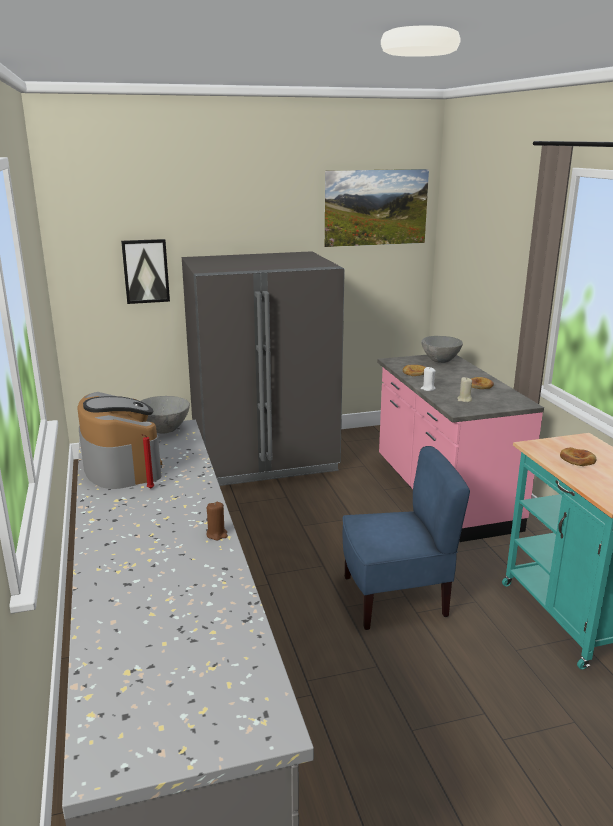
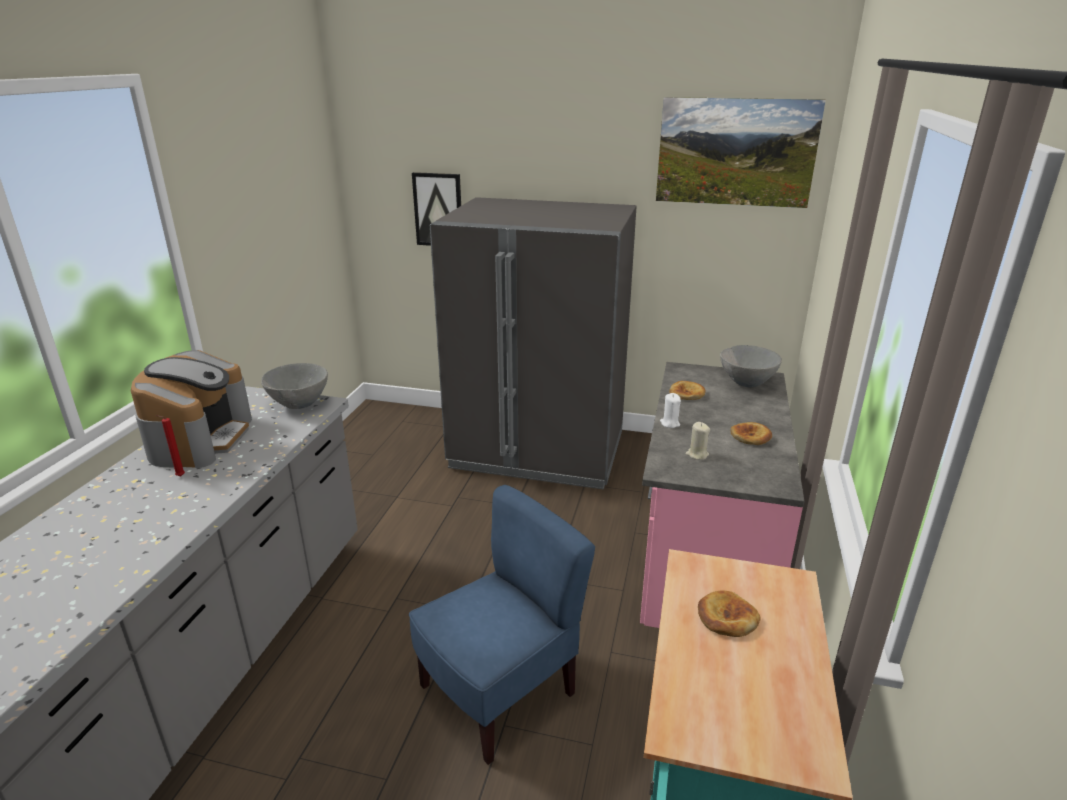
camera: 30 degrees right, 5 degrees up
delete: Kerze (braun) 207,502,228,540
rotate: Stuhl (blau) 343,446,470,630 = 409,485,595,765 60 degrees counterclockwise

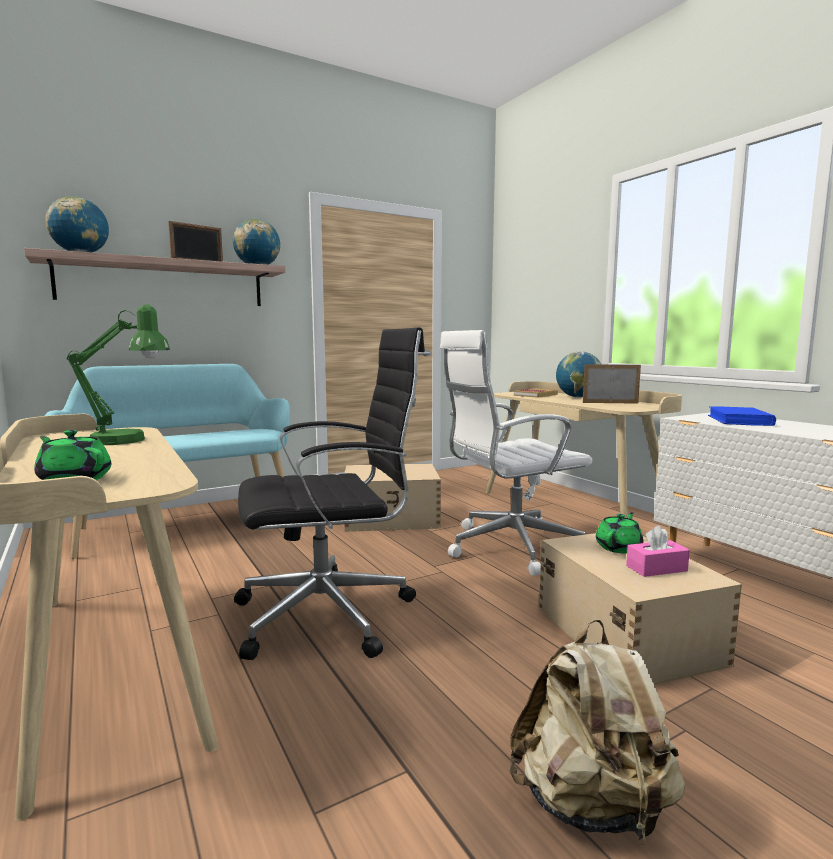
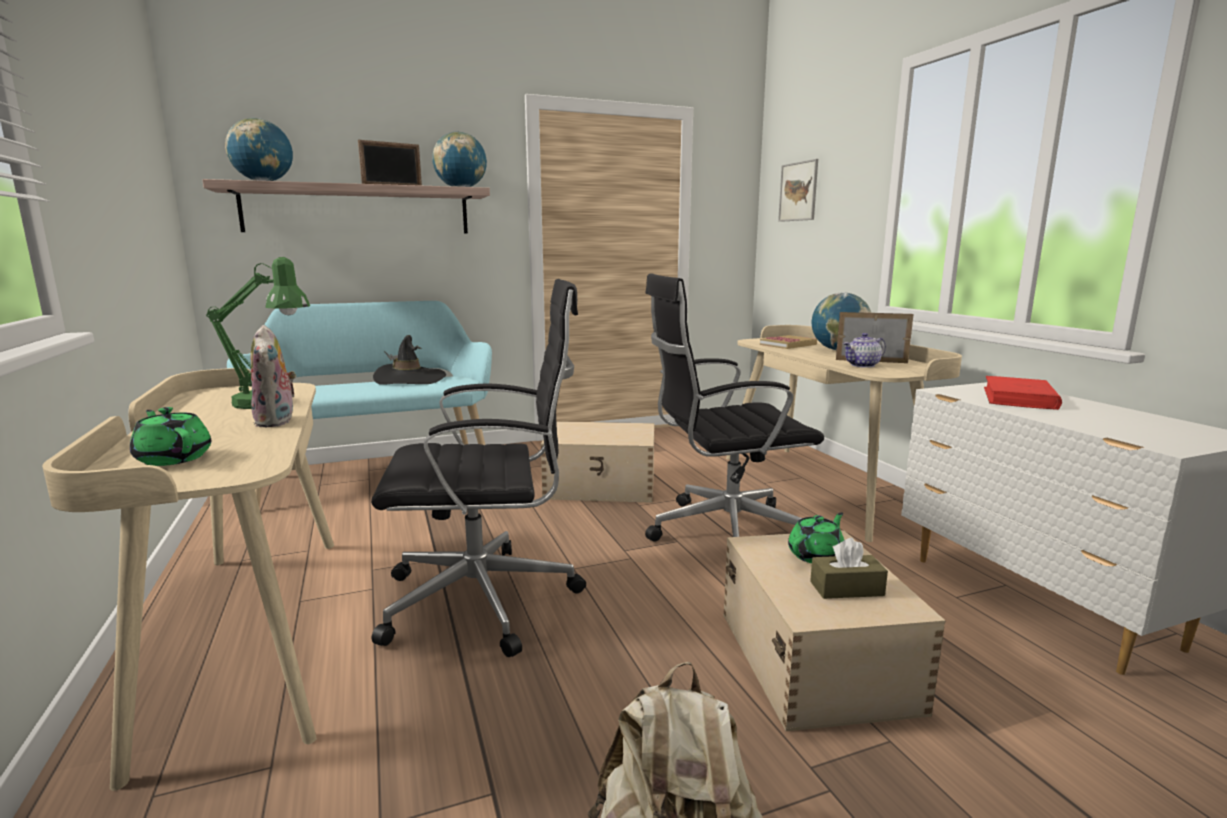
camera: 10 degrees right, 5 degrees up
insert: Plüschtier 250,325,297,427; Hut (schwarz) 373,335,446,385; Bild 778,159,818,222; Teekanne 843,333,886,368
recolor: Bürostuhl (weiß) 440,330,592,576 to Bürostuhl (schwarz) 645,273,824,542; Taschentuchbox (rosa) 626,525,690,577 to Taschentuchbox (braun) 810,538,888,599; Buch (blau) 708,406,776,426 to Buch (rot) 984,376,1062,410

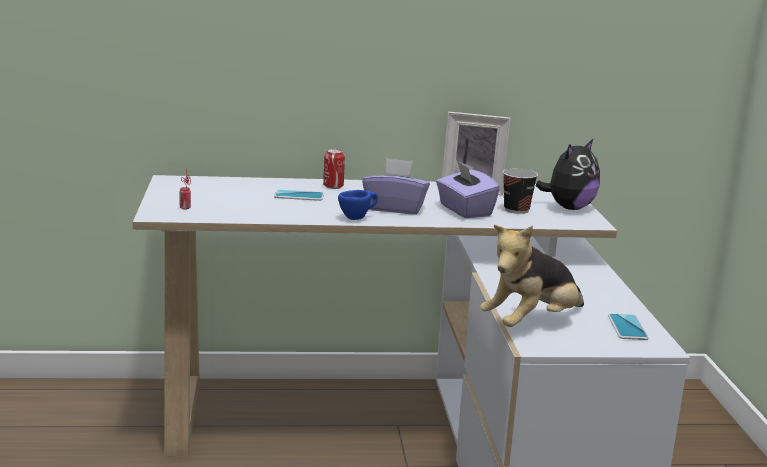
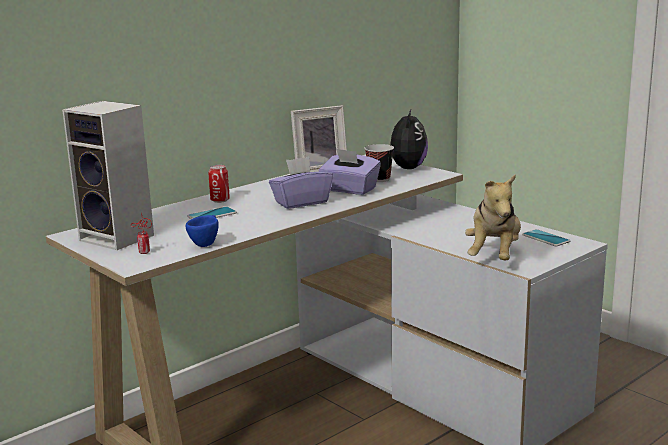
camera: 35 degrees left, 0 degrees up
insert: Lautsprecher 62,101,154,250
move: Tasse (blau) 338,190,378,220 to 186,215,219,247

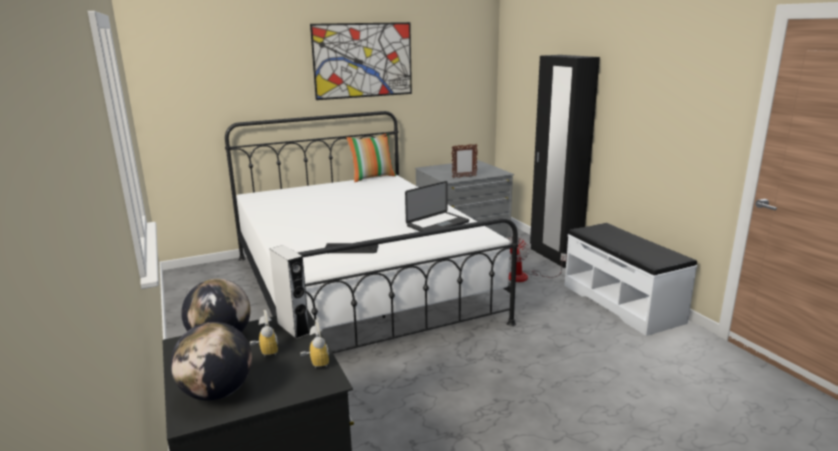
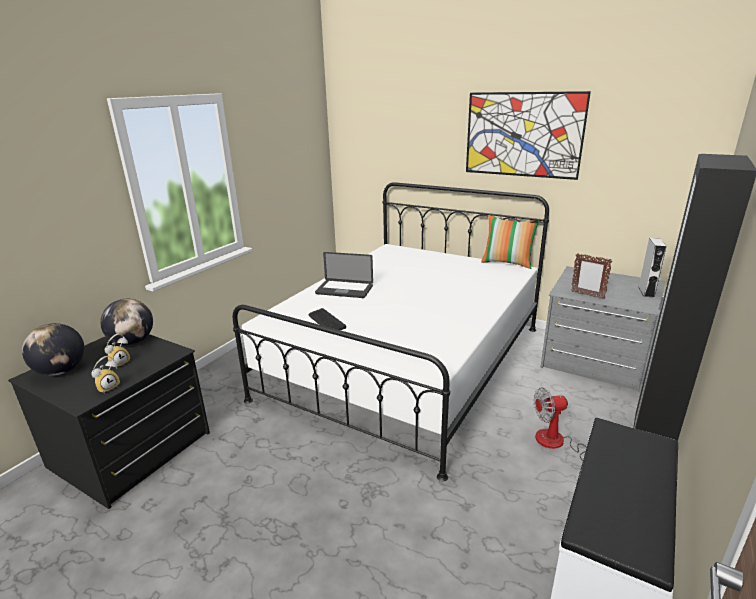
camera: 55 degrees right, 5 degrees up
move: Lautsprecher (grau) 269,245,310,339 to 638,238,667,298; Laptop 405,181,469,232 to 315,252,373,298

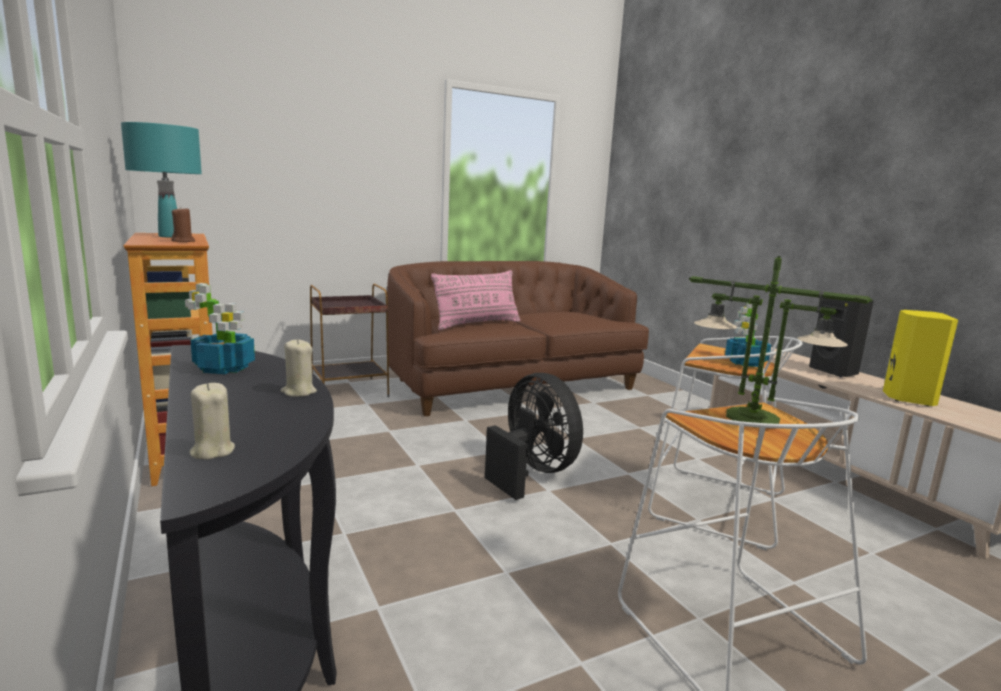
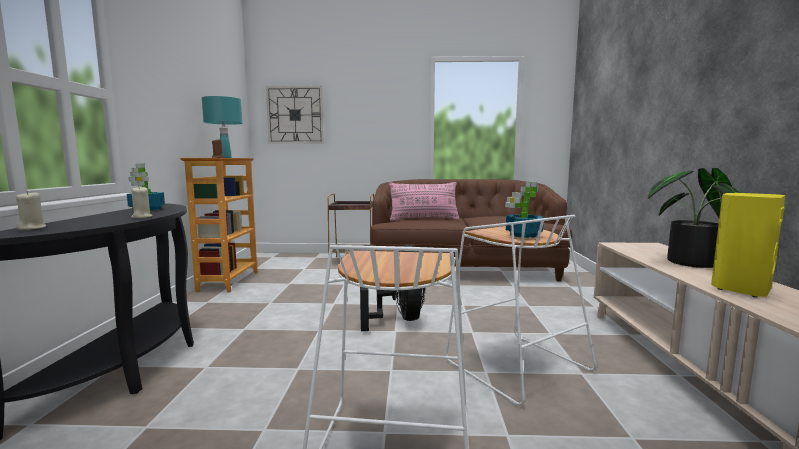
camera: 30 degrees right, 5 degrees down
delete: Tischlampe 689,256,873,428
insert: Wanduhr 266,86,324,144
replace: Lautsprecher (schwarz) 809,298,874,377 to Topfpflanze 648,168,740,268

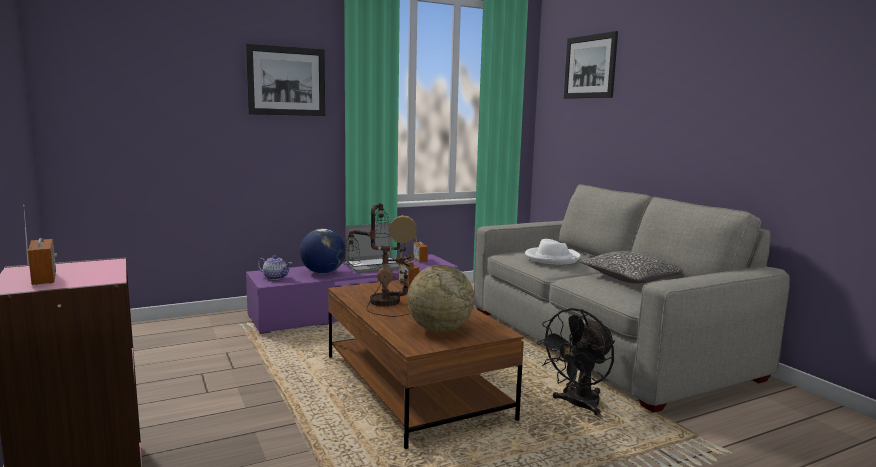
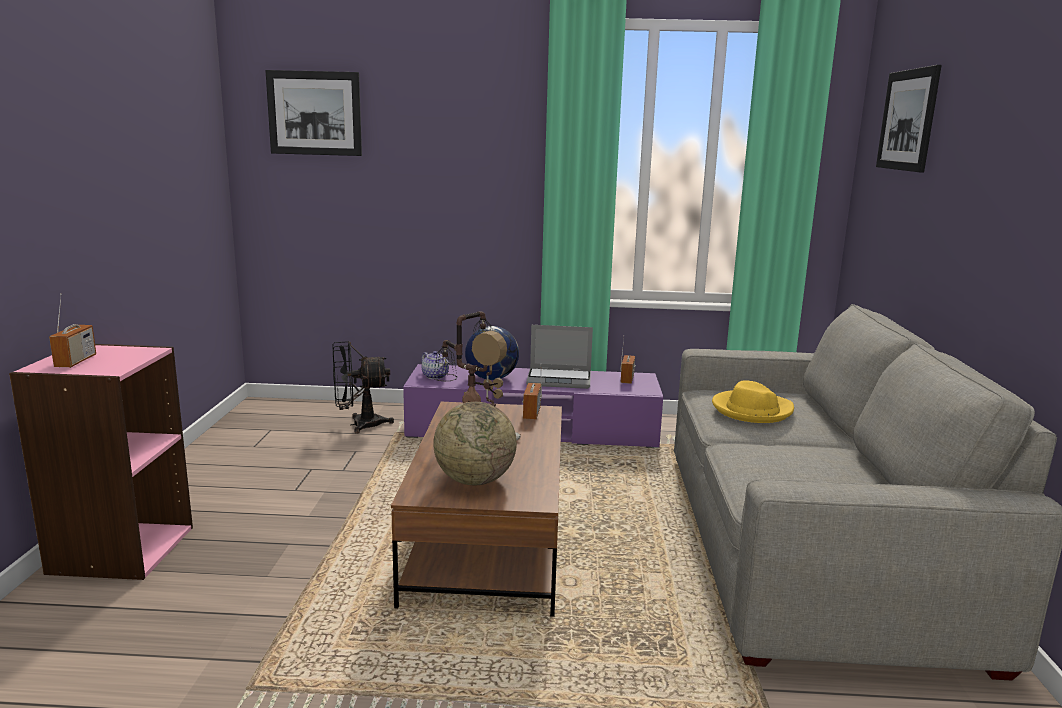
camera: 30 degrees right, 5 degrees up
delete: Kissen 579,251,683,283
move: Bild 246,44,325,116 to 265,70,362,156; Ventilator (schwarz) 536,308,615,416 to 332,341,394,434
recolor: Hut (weiß) 525,239,581,264 to Hut (gelb) 712,380,794,423

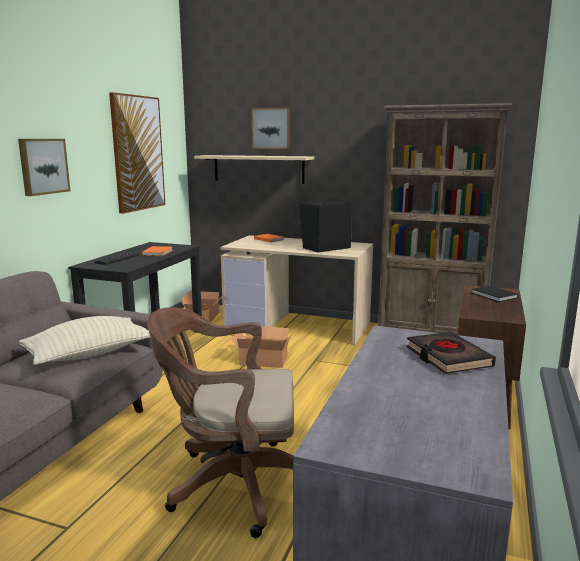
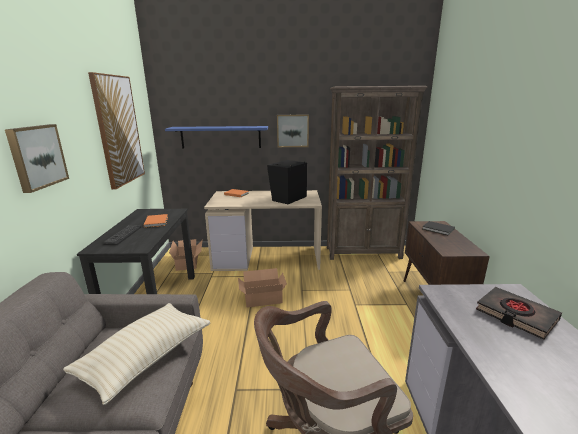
camera: 20 degrees left, 5 degrees up
move: Bild 252,108,290,149 to 277,115,309,147
recolor: Wandregal (beige) 194,155,314,184 to Wandregal (blau) 165,126,268,149

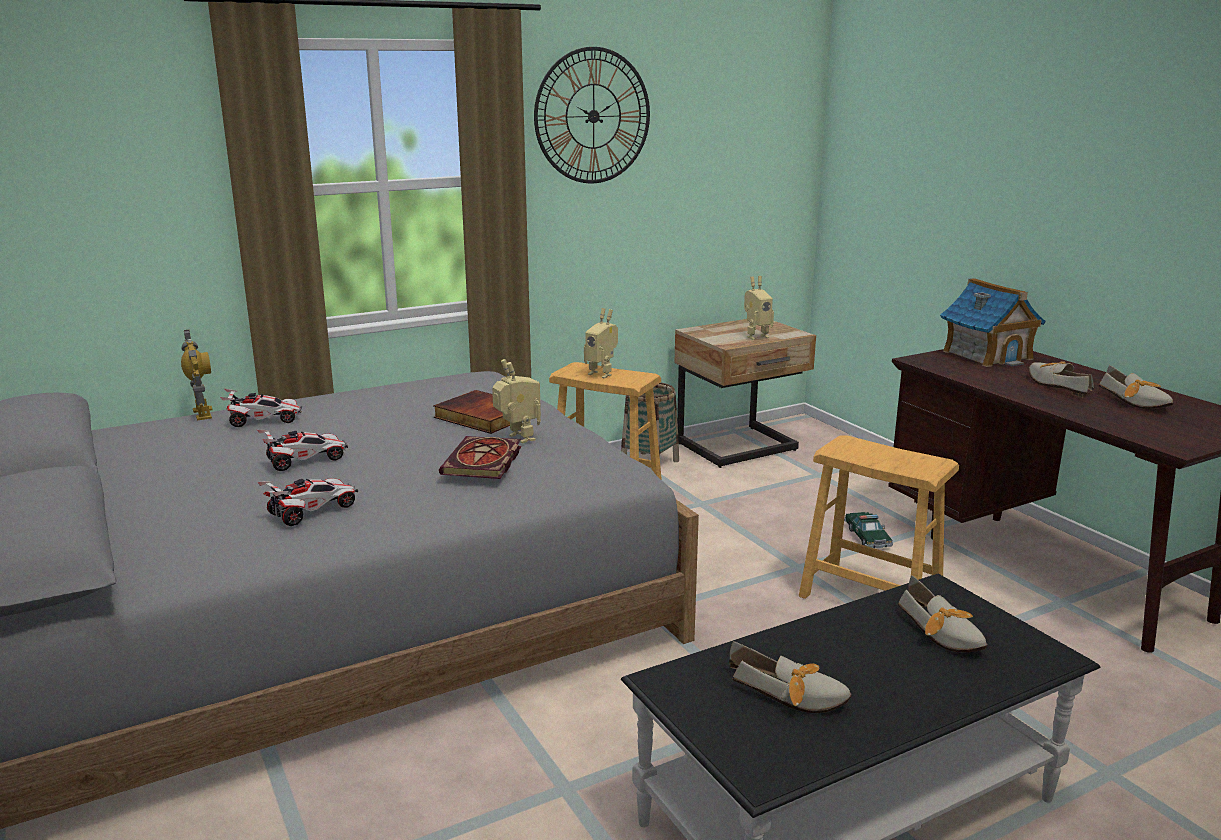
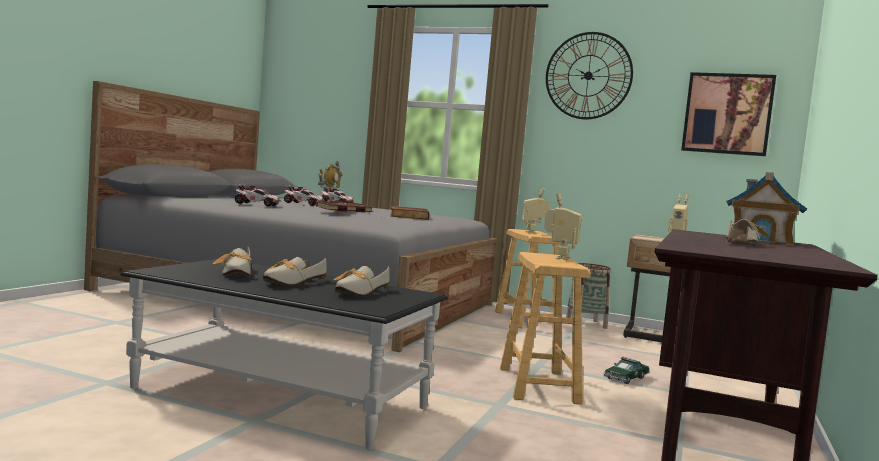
camera: 50 degrees right, 15 degrees down
insert: Bild 681,72,776,156
move: Spielzeugroboter 492,359,541,443 to 544,193,582,261; Schuh 1099,365,1174,409 to 263,257,327,287

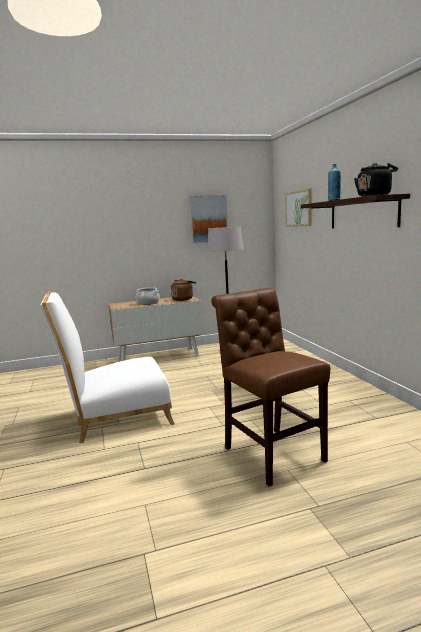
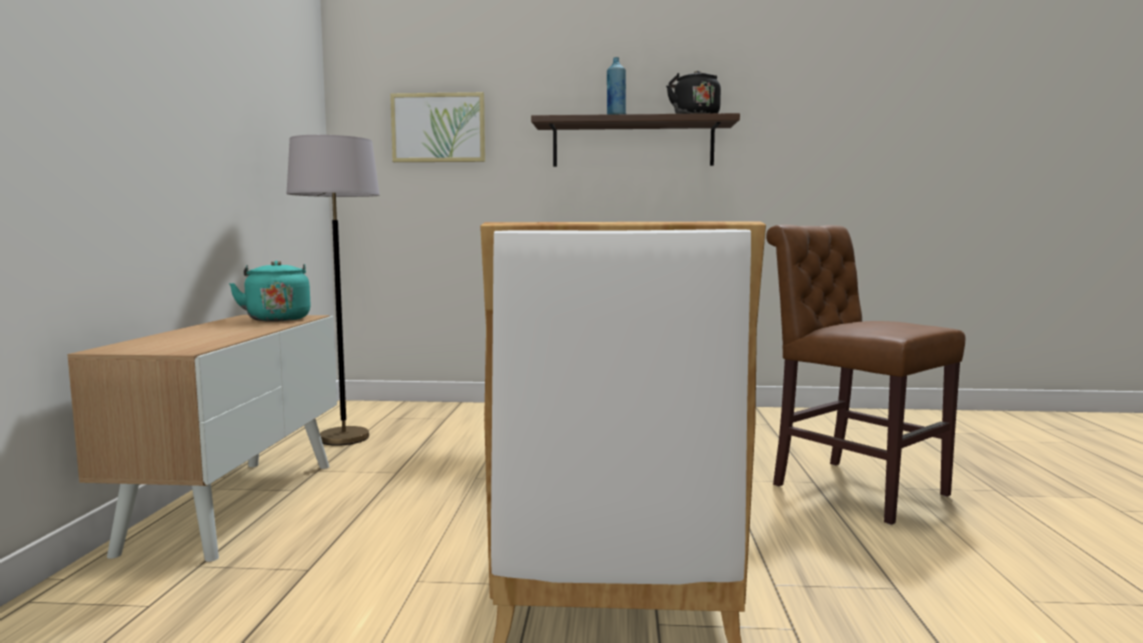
camera: 70 degrees left, 5 degrees down
delete: Kochtopf 136,288,160,305; Bild 189,195,228,244
recolor: Wasserkessel (braun) 171,279,196,301 to Wasserkessel (türkis) 229,261,311,322
rotate: Stuhl (braun) 211,288,330,486 = 766,225,965,525 60 degrees clockwise

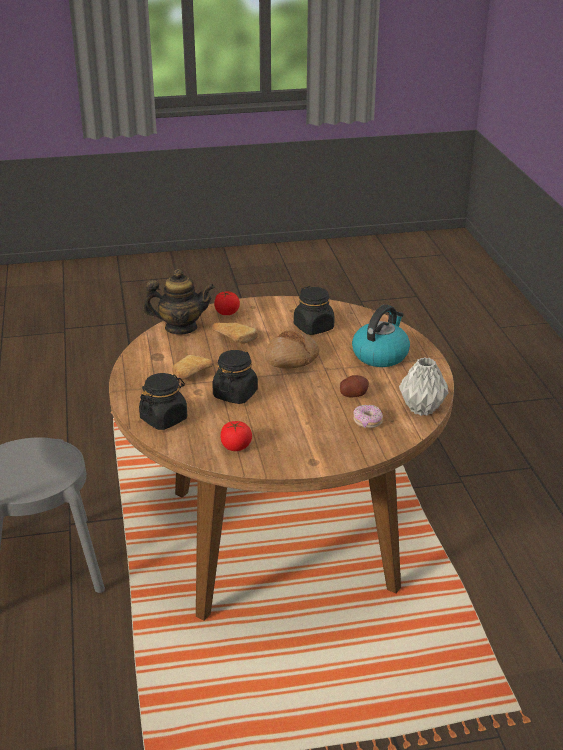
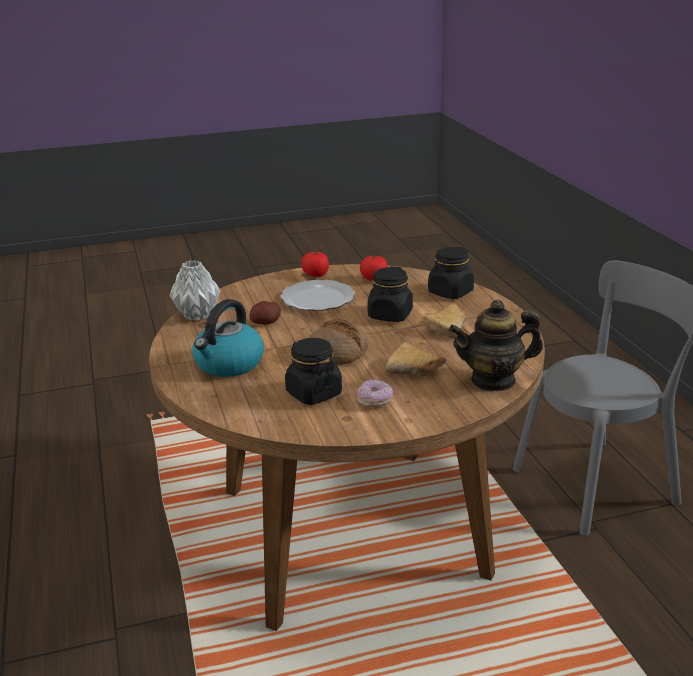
camera: 175 degrees right, 5 degrees down
insert: Teller 281,280,355,311
move: Tomate 214,292,240,315 to 301,252,329,277; Donut 353,405,383,428 to 357,380,393,407

